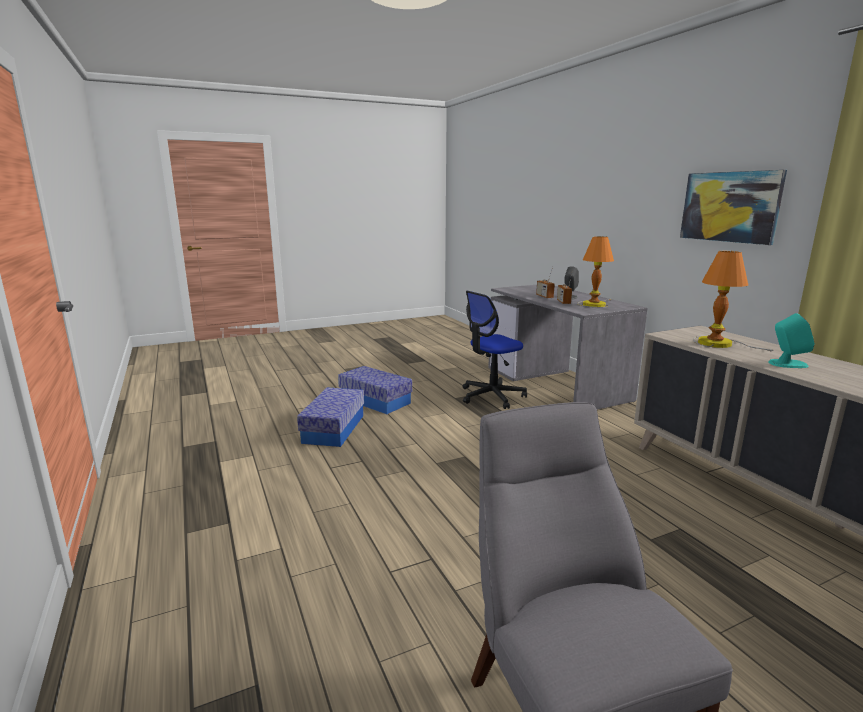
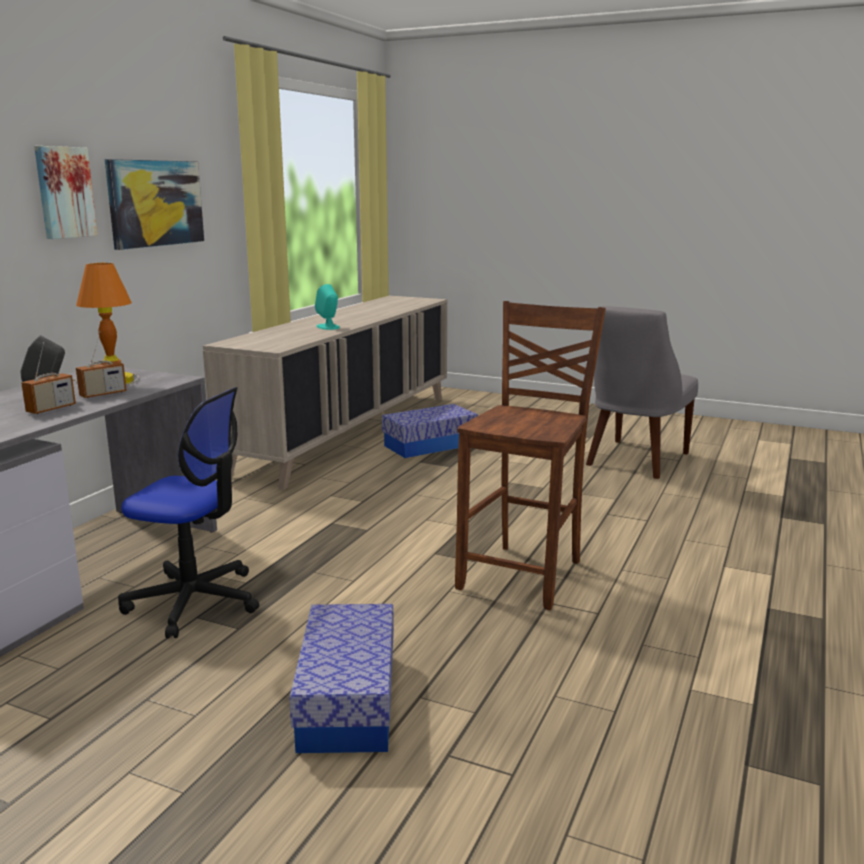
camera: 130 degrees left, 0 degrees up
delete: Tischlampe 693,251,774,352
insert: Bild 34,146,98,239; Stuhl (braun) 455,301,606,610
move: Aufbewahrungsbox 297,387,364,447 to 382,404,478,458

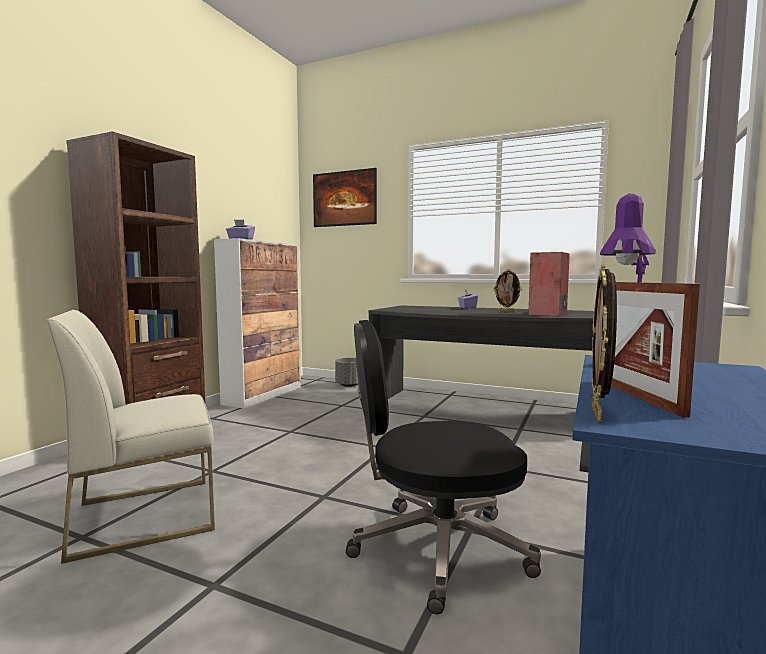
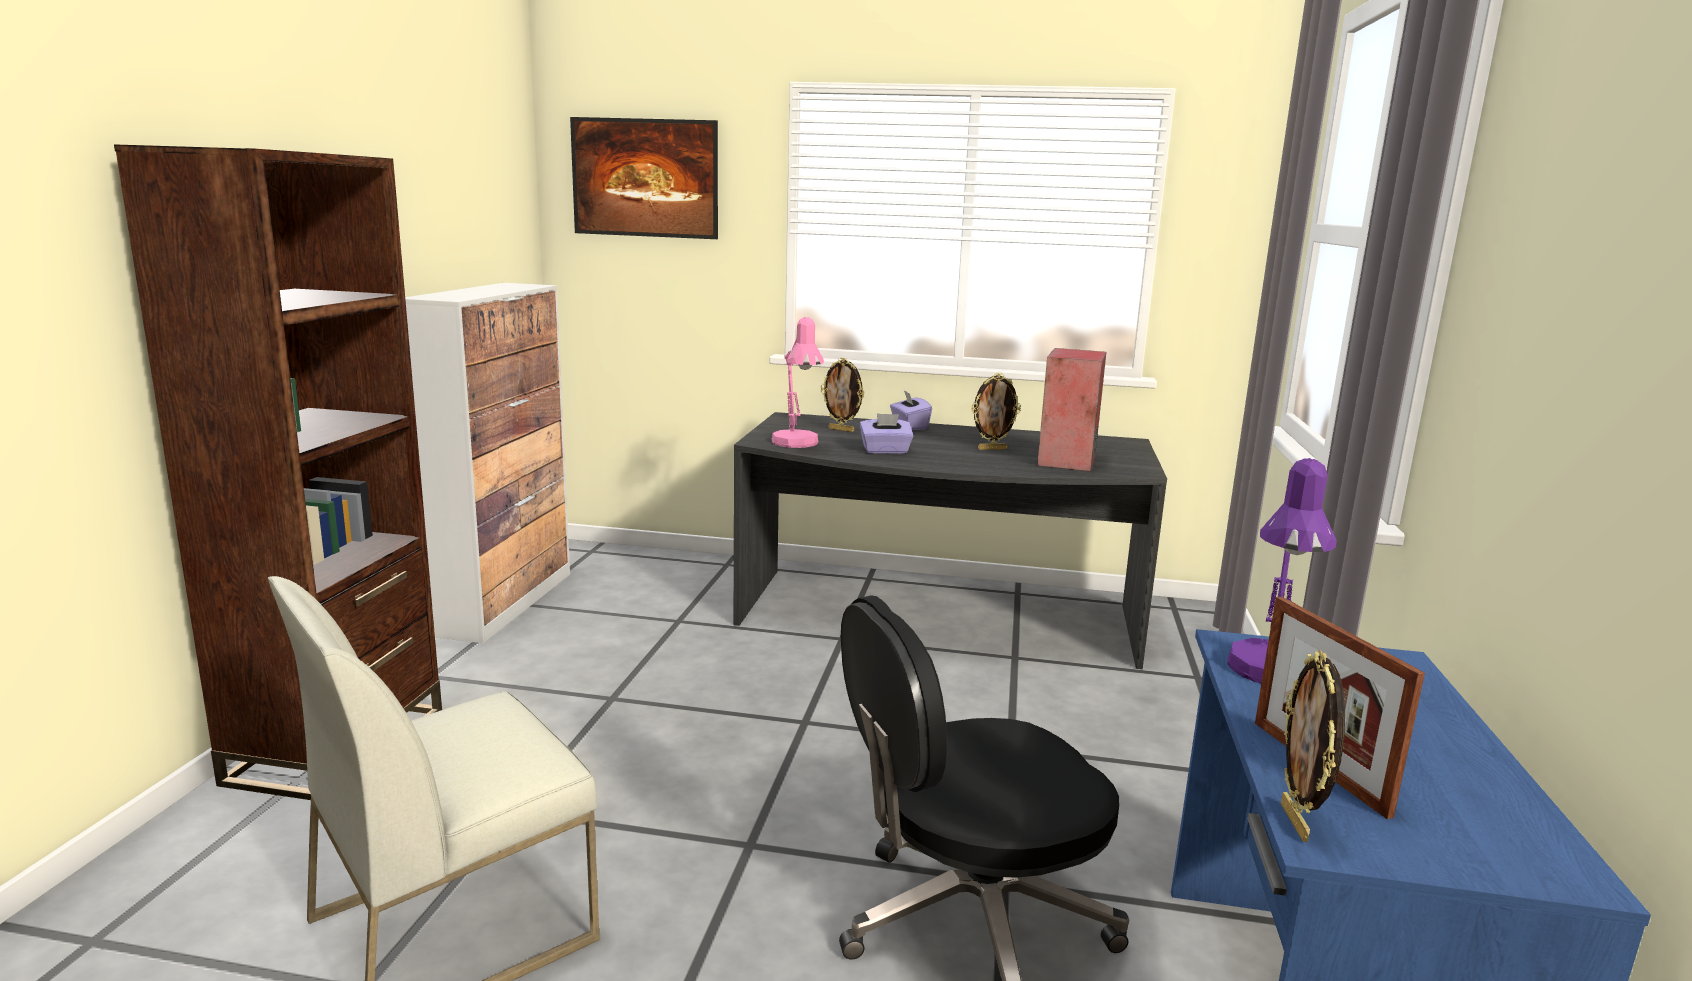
camera: 15 degrees left, 10 degrees up
delete: Pflanzkübel (grau) 335,358,358,387
insert: Tischlampe (rosa) 772,317,824,448; Bilderrahmen 821,358,864,432
move: Taschentuchbox (lila) 226,219,255,240 to 860,413,913,454

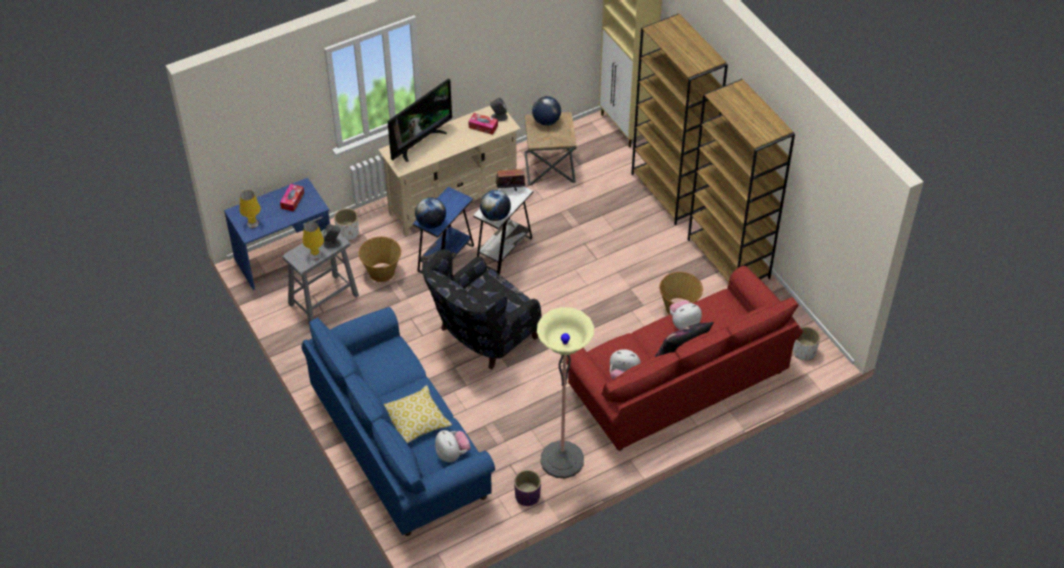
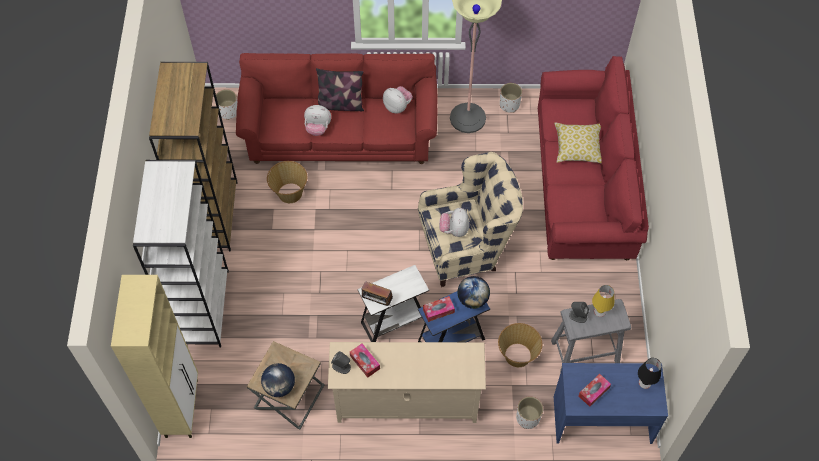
camera: 150 degrees left, 10 degrees up
delete: Fernseher 388,78,452,162; Globus 480,190,511,221
insert: Taschentuchbox 423,296,455,322
move: Plüschtier 435,430,471,462 to 439,208,469,237
recolor: Tischlampe (gelb) 240,190,261,228 to Tischlampe (schwarz) 638,358,661,389; Sofa (blau) 301,307,495,536 to Sofa (rot) 538,56,649,260; Sessel (schwarz) 422,249,542,370 to Sessel (beige) 418,152,523,287; Pflanzkübel (lila) 514,470,541,506 to Pflanzkübel (weiß) 500,83,522,113; Bücherregal (braun) 631,13,728,225 to Bücherregal (weiß) 133,160,229,347

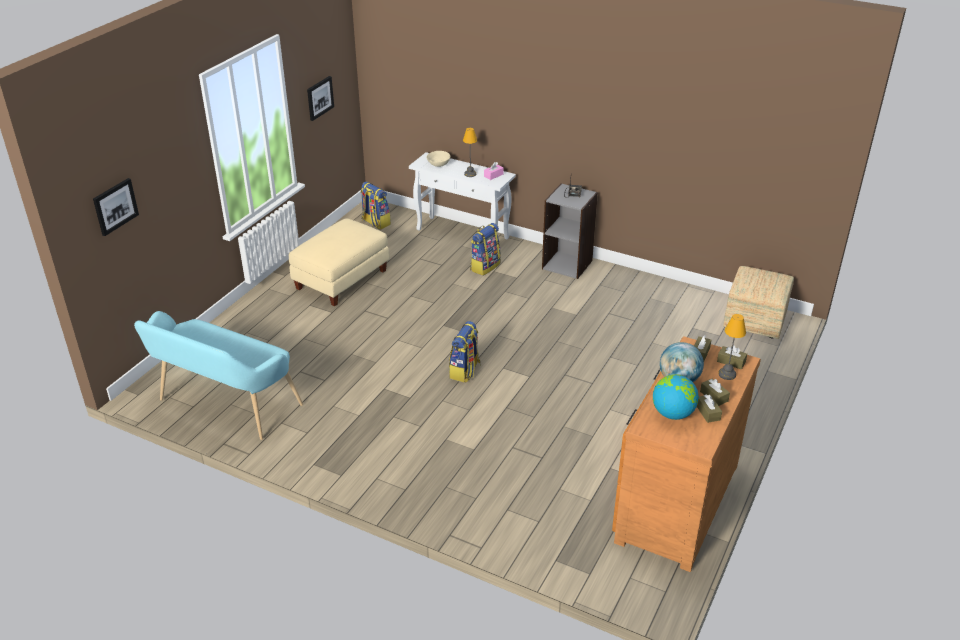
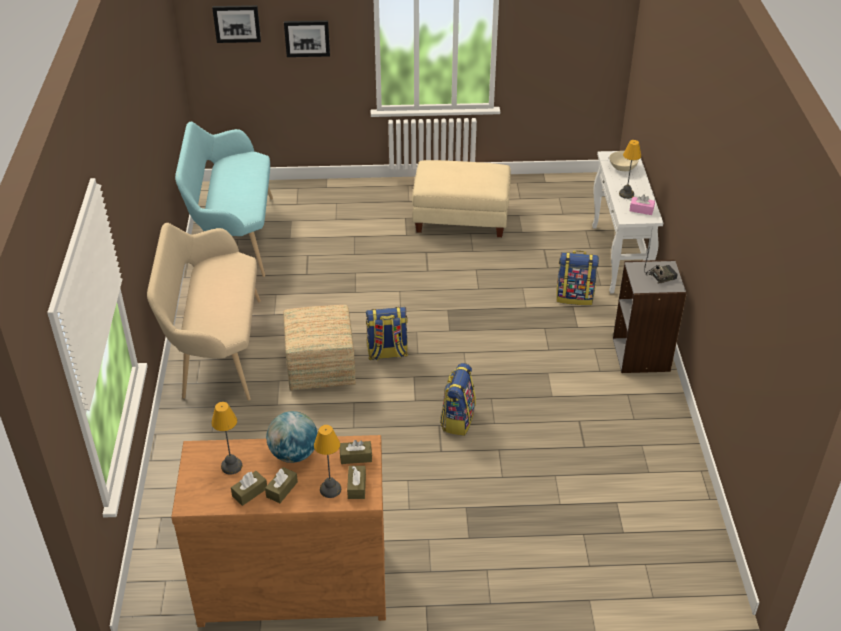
camera: 60 degrees right, 5 degrees up
insert: Bank (beige) 147,223,261,400
move: Bild 307,76,334,121 to 284,20,330,57; Rucksack 361,181,391,229 to 440,363,476,436; Polsterhocker 723,266,794,339 to 284,305,356,390
replace: Globus 653,374,699,420 to Tischlampe 211,402,242,474

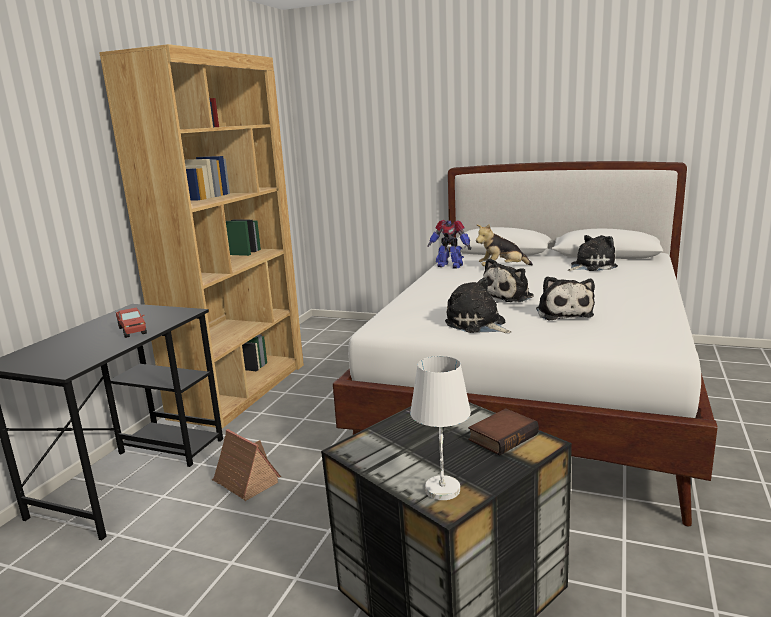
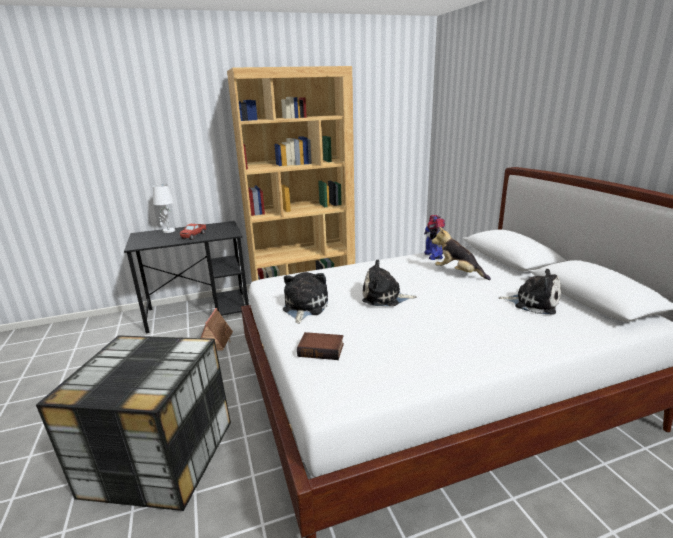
camera: 50 degrees right, 5 degrees up
delete: Plüschtier 536,276,595,321
move: Tischlampe (weiß) 410,356,471,500 to 153,184,175,233; Buch 468,408,539,455 to 297,332,344,360

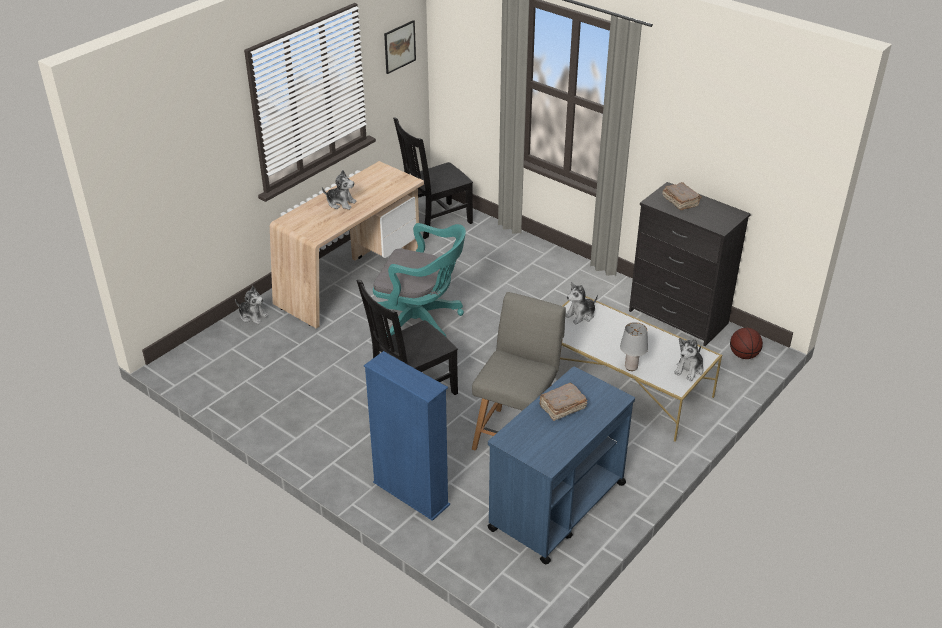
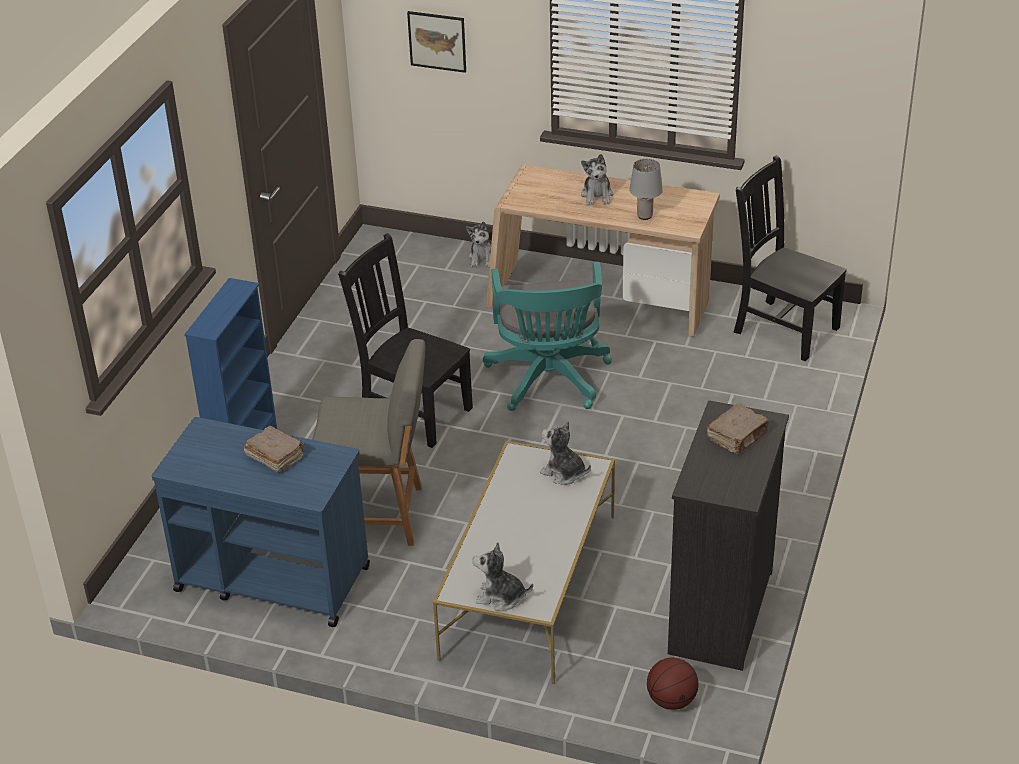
camera: 70 degrees right, 0 degrees up
move: Bild 384,20,416,74 to 407,11,466,73; Tischlampe (grau) 620,322,648,371 to 629,159,663,220

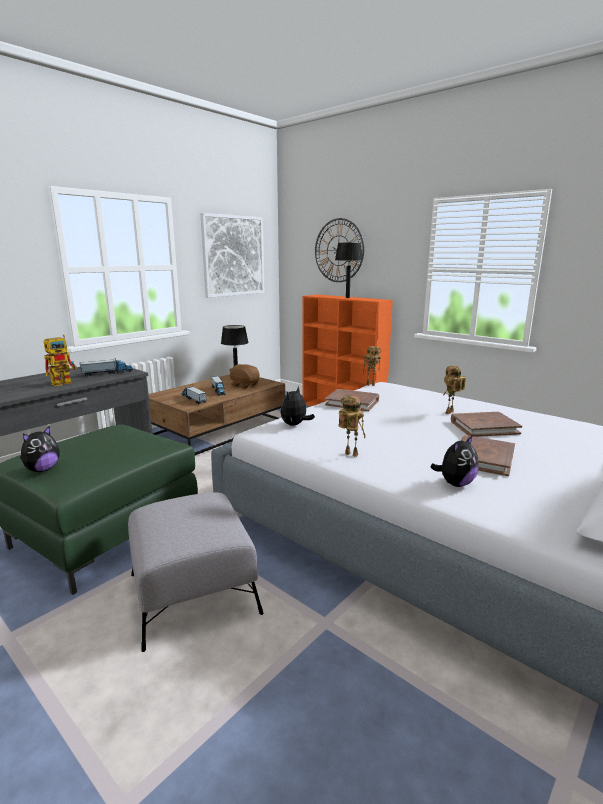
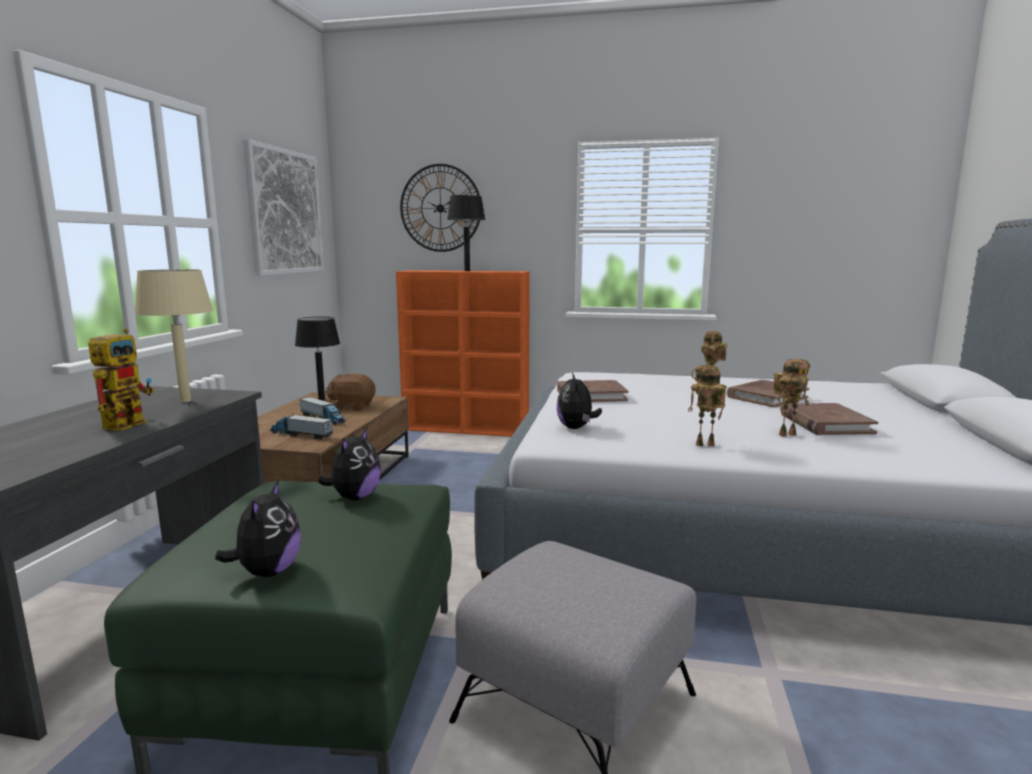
camera: 30 degrees left, 5 degrees down
move: Spielzeugroboter 363,346,381,386 to 772,359,810,437; Plüschtier 431,435,479,487 to 318,428,381,500
replace: Spielzeuglaster 80,358,133,377 to Tischlampe (beige) 134,269,213,402

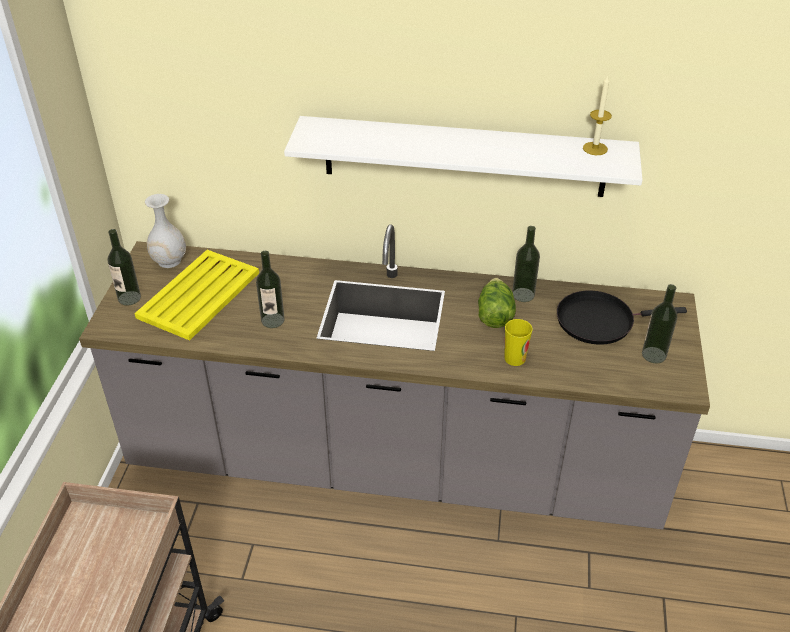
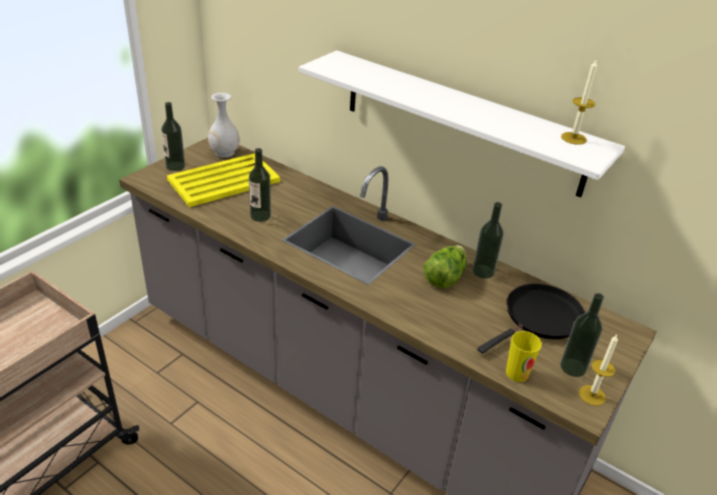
camera: 25 degrees right, 5 degrees down
insert: Kerze 579,335,618,406
move: Tasse 504,319,533,366 to 506,331,542,382
rotate: Pfanne (schwarz) 557,290,687,345 = 477,284,585,354 120 degrees clockwise

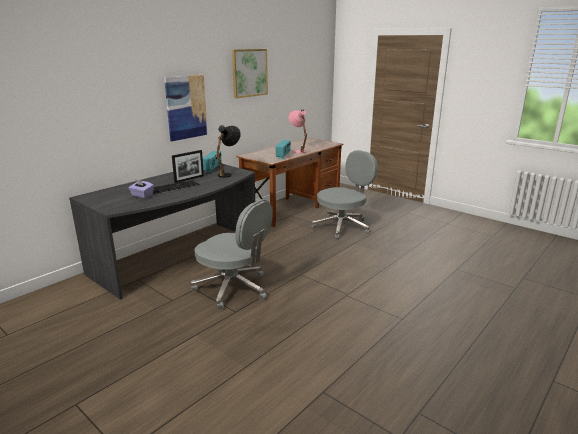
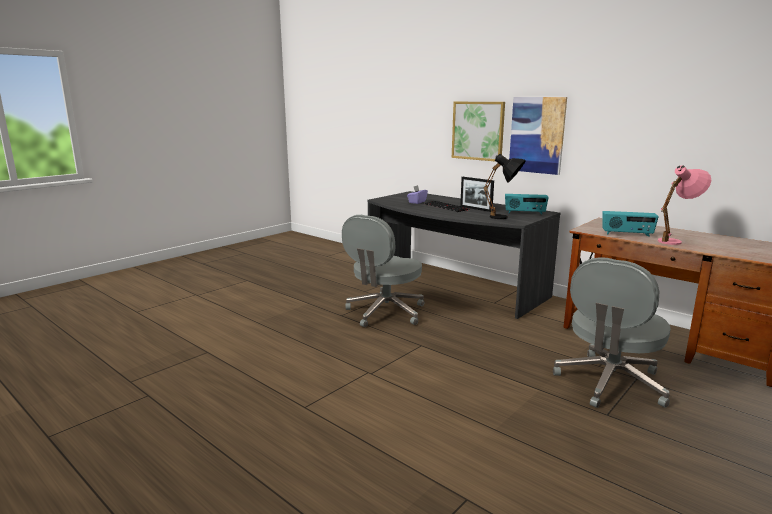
camera: 90 degrees right, 5 degrees down
move: Bild 232,49,268,98 to 452,102,505,162
rotate: Bürostuhl (grau) 311,150,378,239 = 553,257,671,408 75 degrees clockwise

